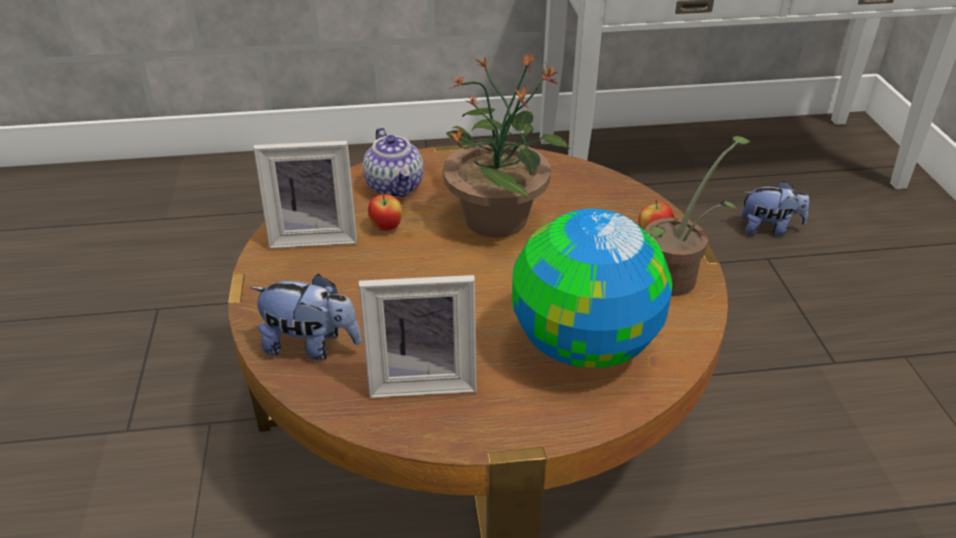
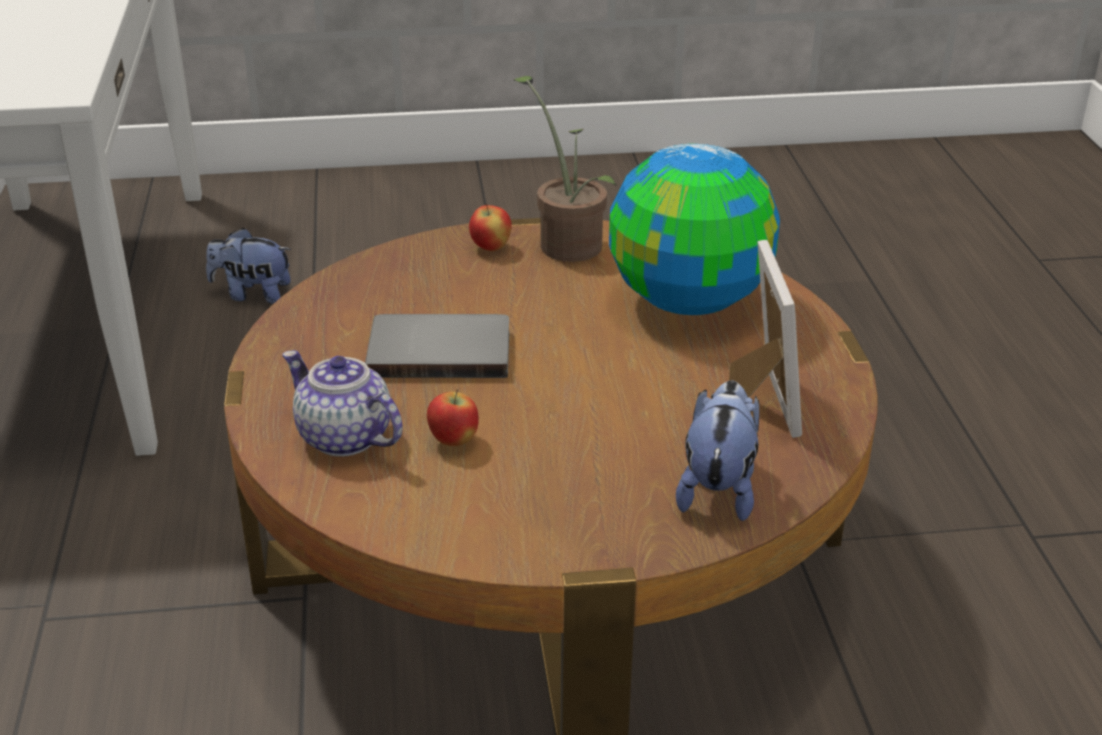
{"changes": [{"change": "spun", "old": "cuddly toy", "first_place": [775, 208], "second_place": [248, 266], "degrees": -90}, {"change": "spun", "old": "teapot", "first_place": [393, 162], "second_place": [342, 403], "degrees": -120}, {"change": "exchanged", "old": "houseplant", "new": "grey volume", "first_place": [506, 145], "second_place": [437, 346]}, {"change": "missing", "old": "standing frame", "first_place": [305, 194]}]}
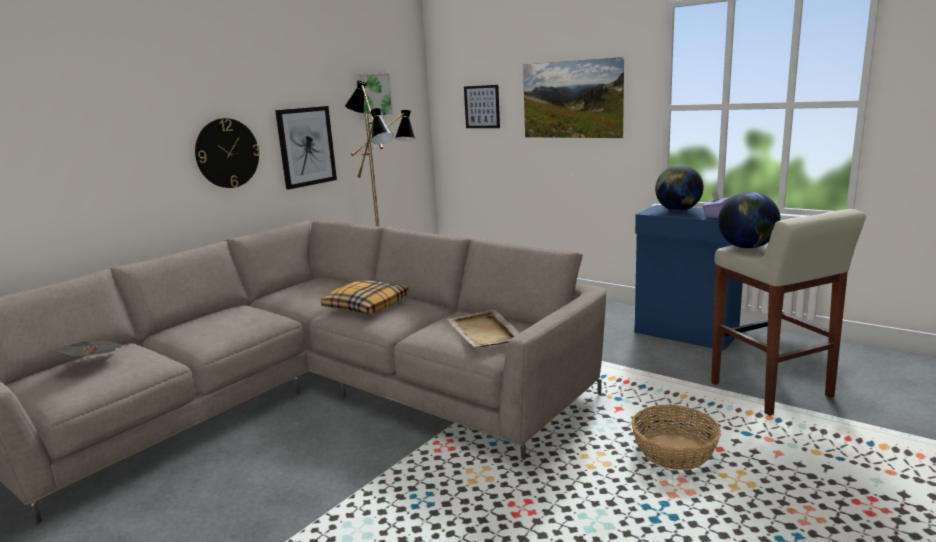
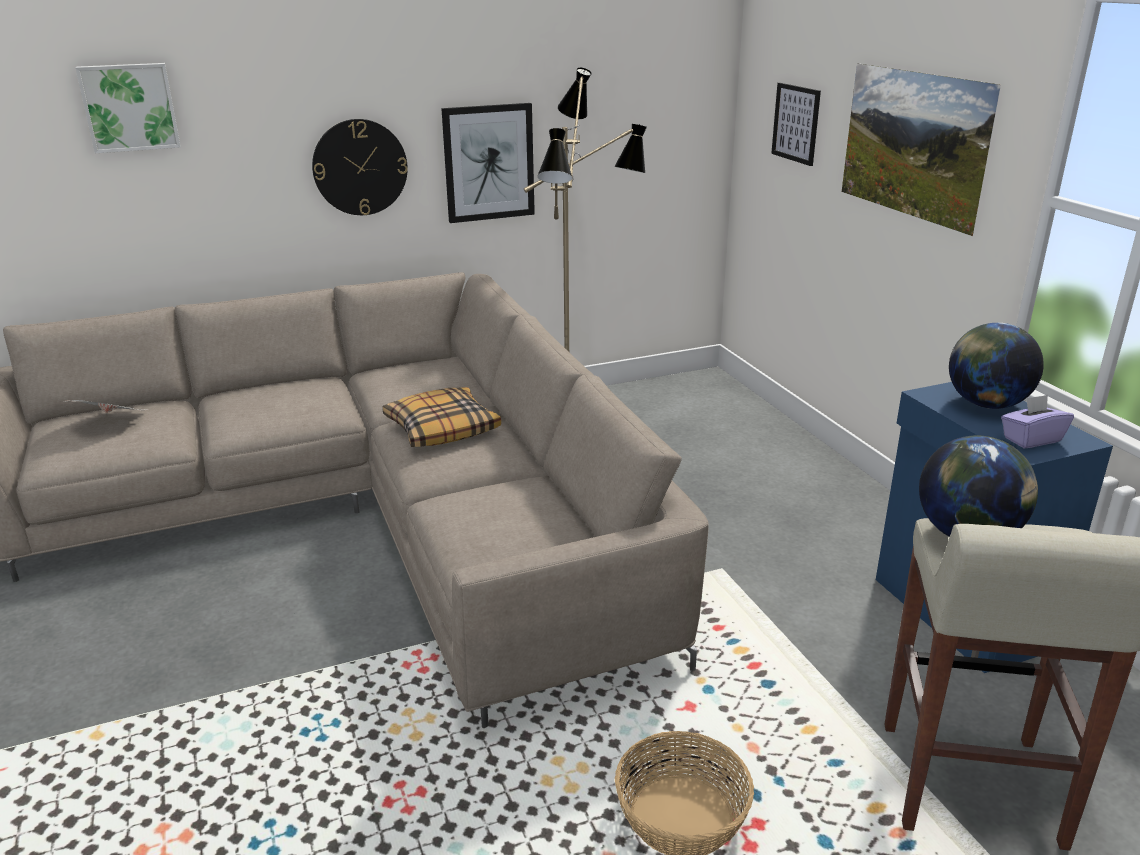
{"changes": [{"change": "relocated", "old": "wall art", "first_place": [374, 96], "second_place": [128, 108]}, {"change": "missing", "old": "beige serving tray", "first_place": [483, 328]}]}
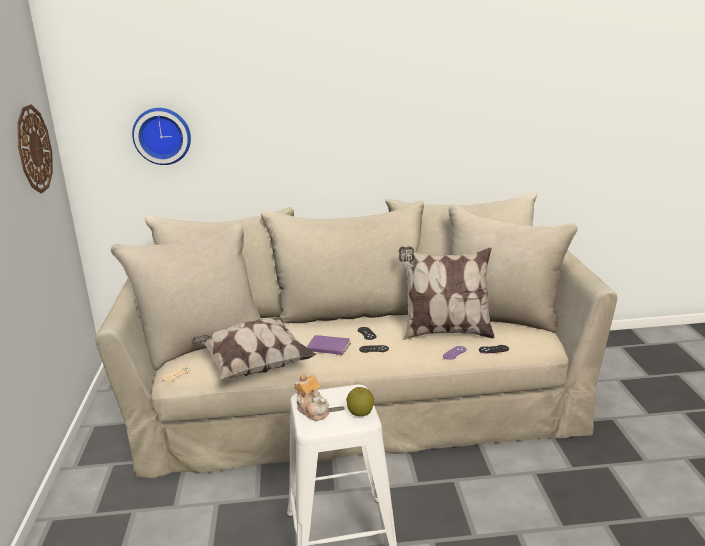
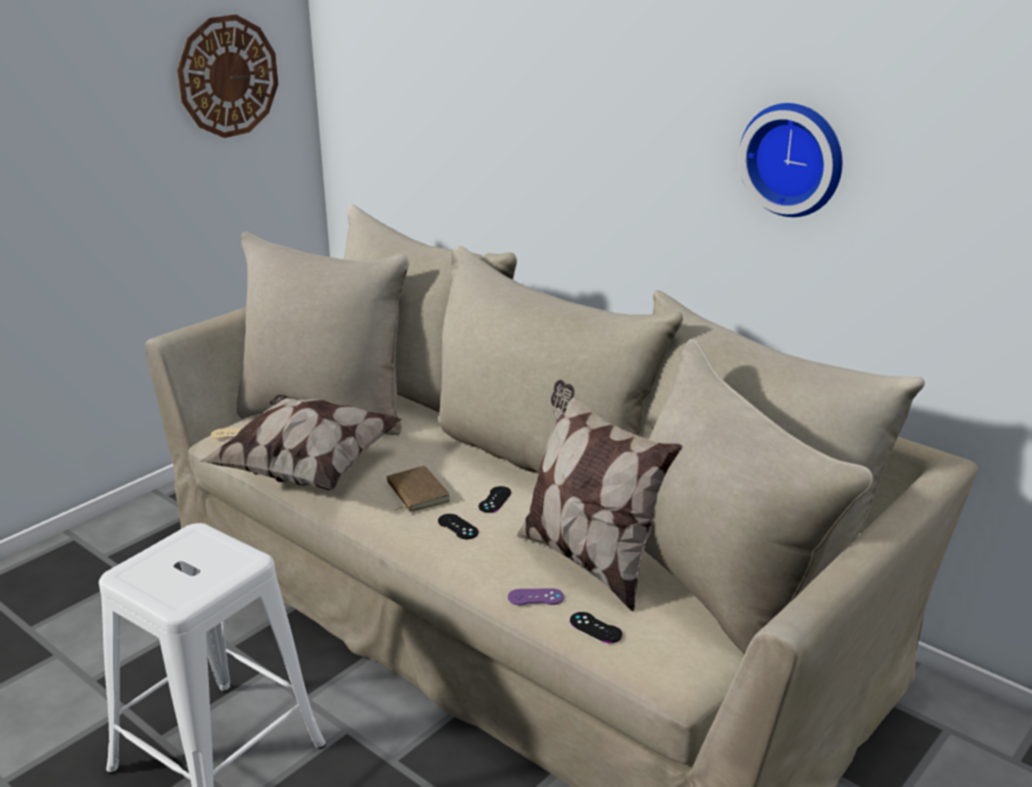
{"changes": [{"change": "colour", "old": "purple-coloured volume", "new": "brownish volume", "first_place": [329, 345], "second_place": [418, 489]}, {"change": "relocated", "old": "clock on the wall", "first_place": [161, 136], "second_place": [790, 160]}, {"change": "missing", "old": "teapot", "first_place": [311, 397]}, {"change": "missing", "old": "apple fruit", "first_place": [360, 401]}]}
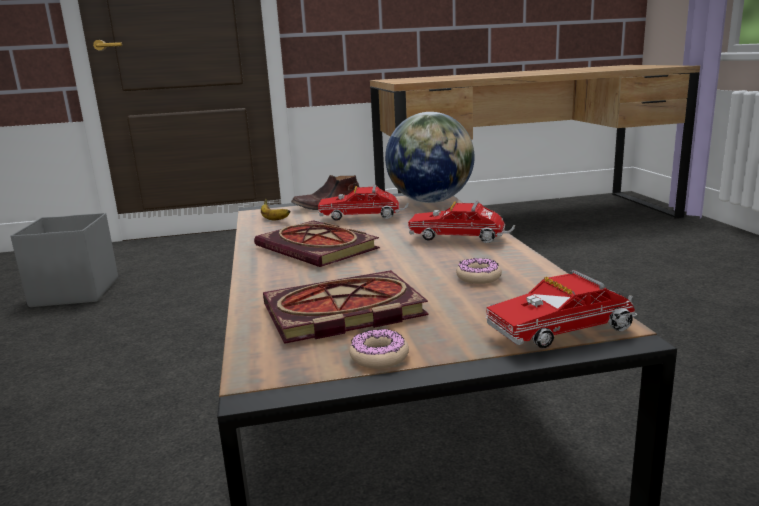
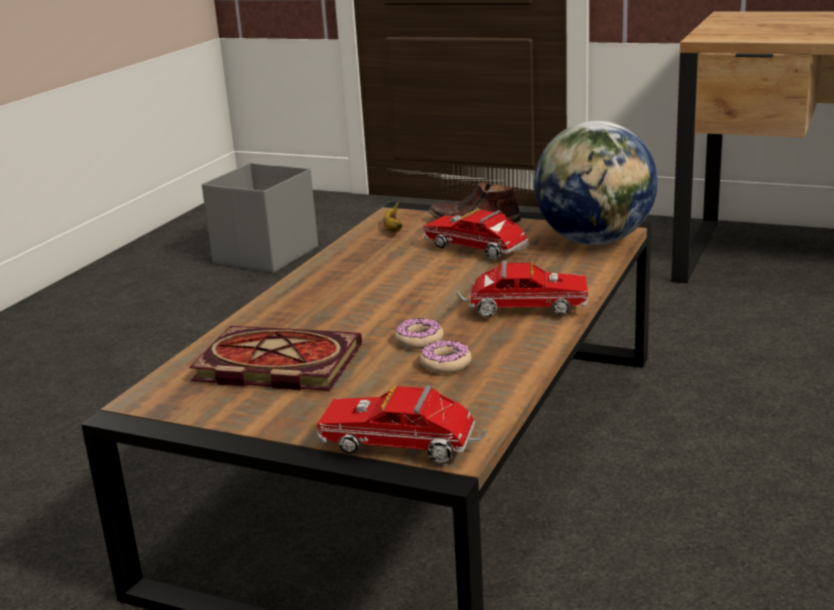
{"changes": [{"change": "relocated", "old": "donut", "first_place": [379, 349], "second_place": [419, 333]}, {"change": "spun", "old": "toy lorry", "first_place": [461, 222], "second_place": [522, 288], "degrees": 135}, {"change": "missing", "old": "volume", "first_place": [317, 243]}]}
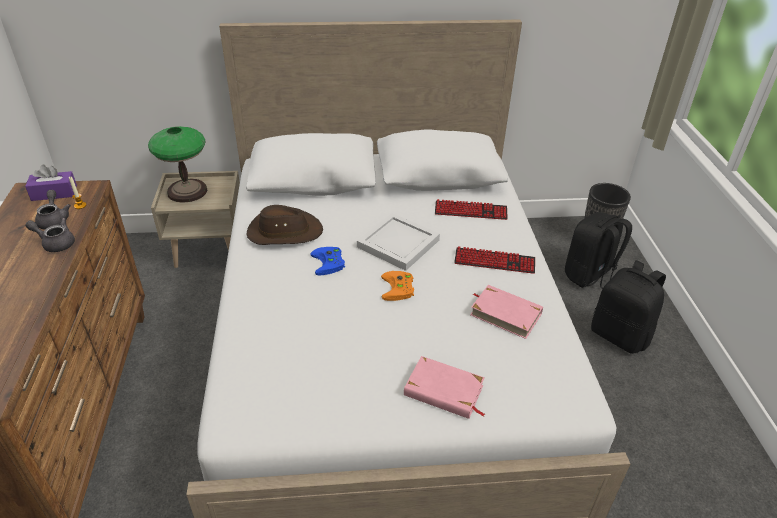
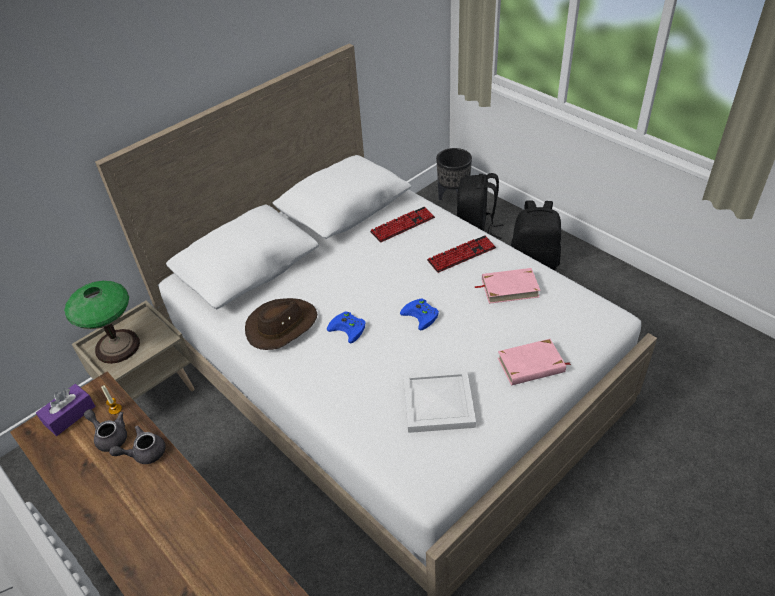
{"changes": [{"change": "colour", "old": "orangey gamepad", "new": "blue-coloured gamepad", "first_place": [397, 286], "second_place": [419, 314]}, {"change": "relocated", "old": "white-coloured serving tray", "first_place": [398, 242], "second_place": [439, 401]}]}
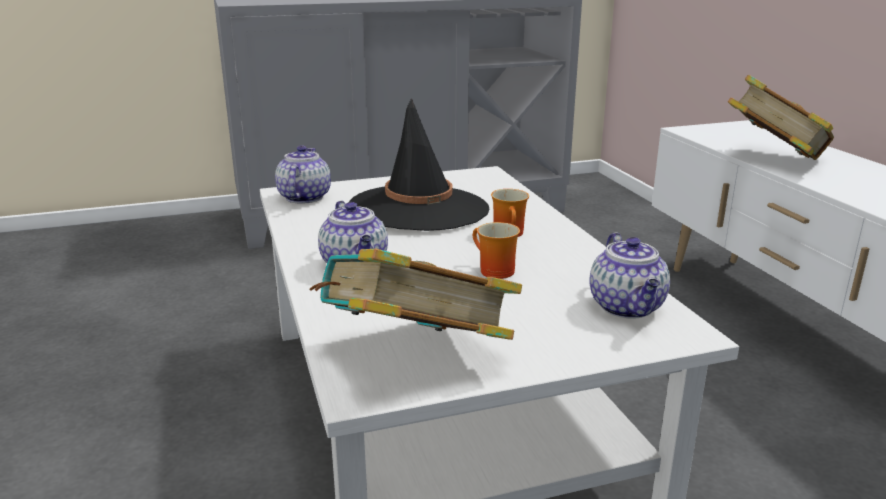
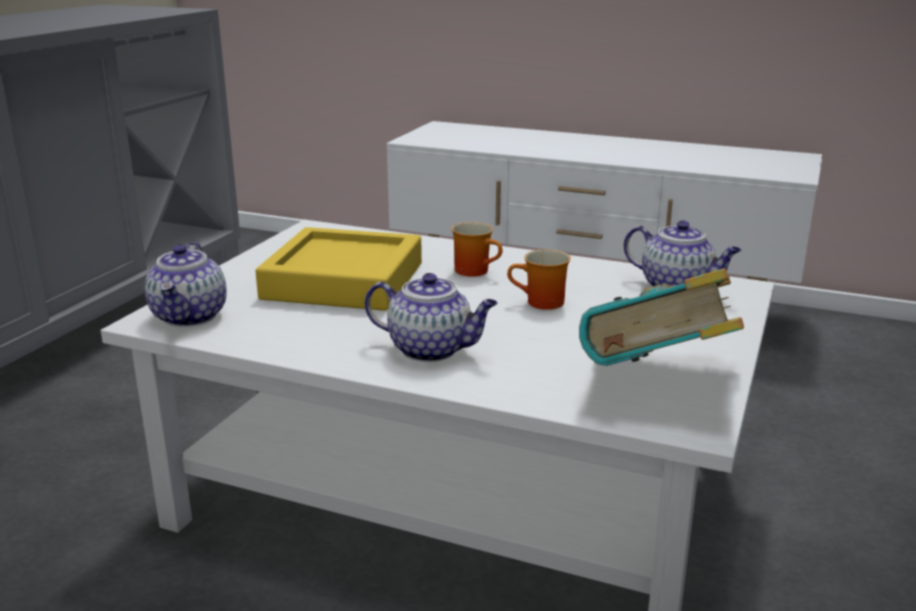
{"changes": [{"change": "spun", "old": "teapot", "first_place": [303, 174], "second_place": [185, 284], "degrees": -135}, {"change": "exchanged", "old": "black-coloured clothing hat", "new": "yellow serving tray", "first_place": [419, 164], "second_place": [339, 269]}, {"change": "missing", "old": "volume", "first_place": [781, 117]}]}
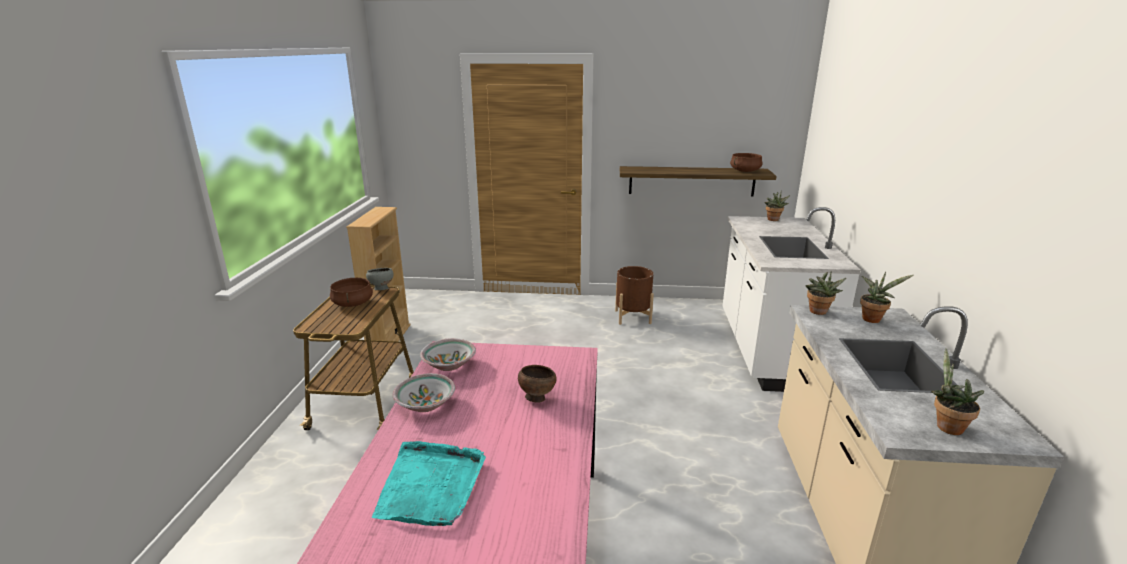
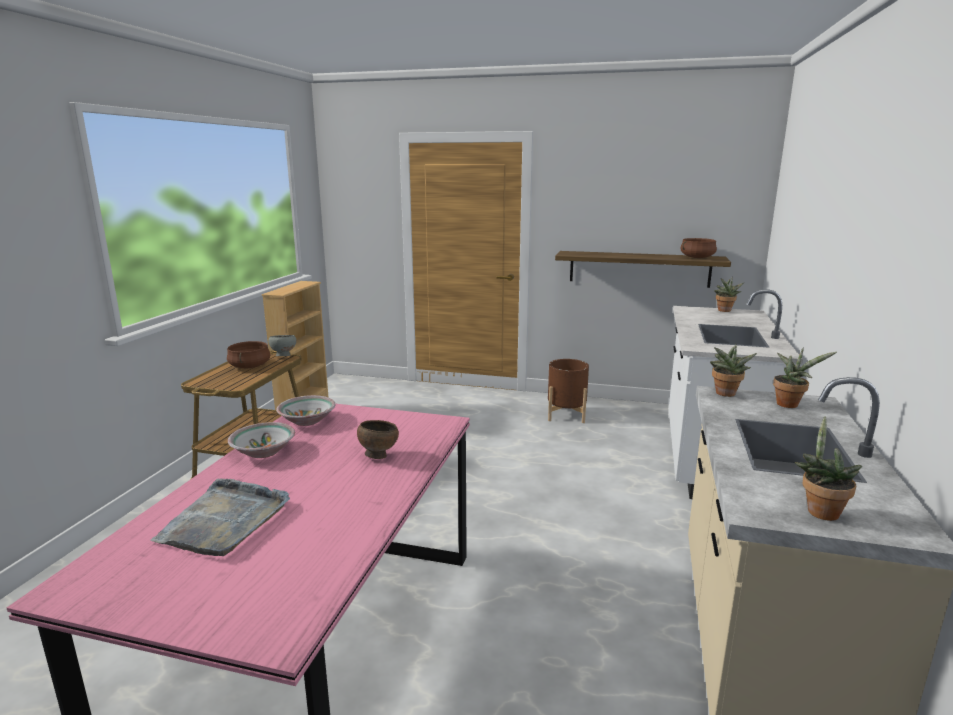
{"changes": [{"change": "colour", "old": "turquoise-coloured serving tray", "new": "grey serving tray", "first_place": [429, 483], "second_place": [220, 517]}]}
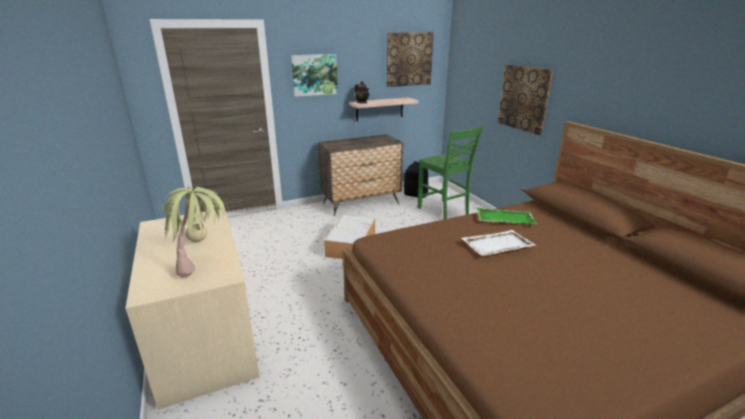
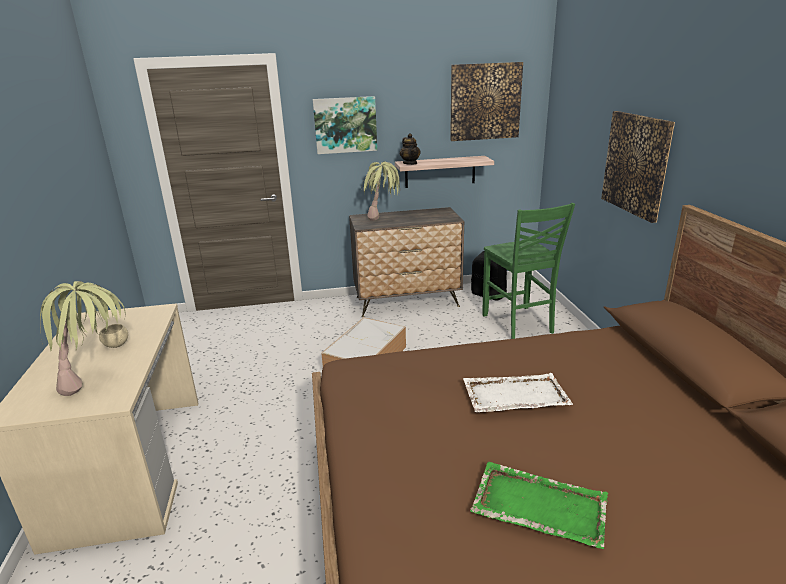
{"changes": [{"change": "appeared", "new": "houseplant", "second_place": [381, 191]}, {"change": "relocated", "old": "greenish serving tray", "first_place": [506, 216], "second_place": [539, 505]}]}
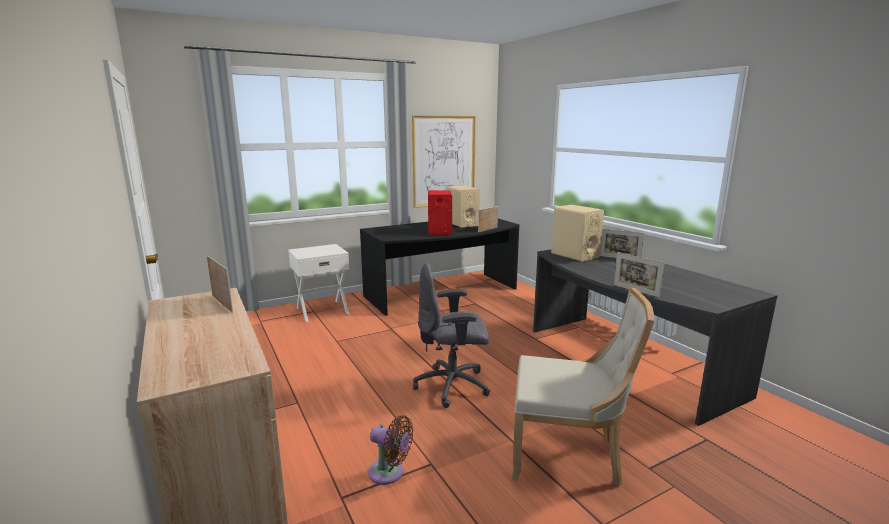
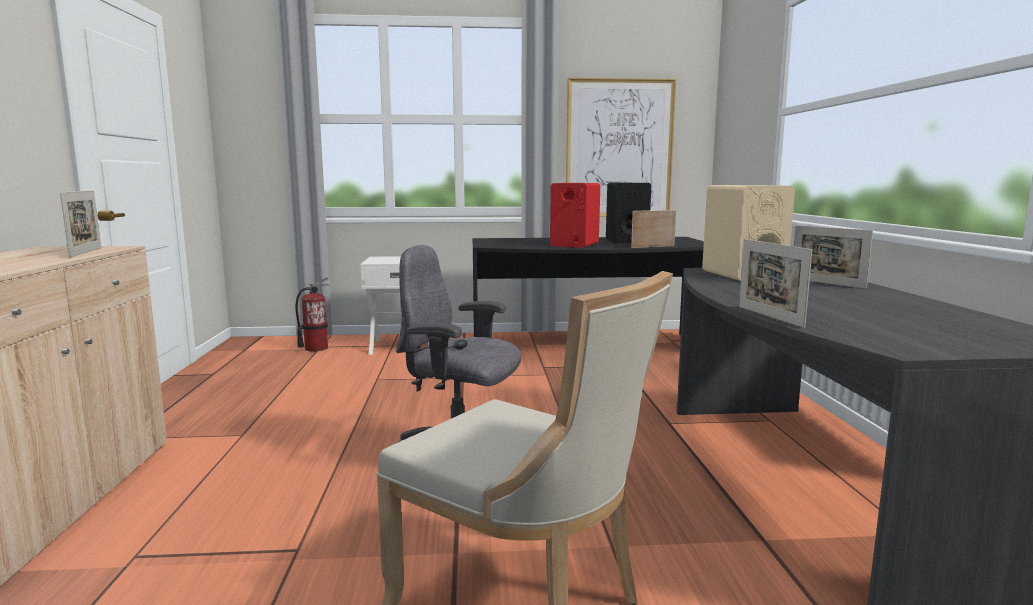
{"changes": [{"change": "appeared", "new": "fire-fighting cylinder", "second_place": [312, 314]}, {"change": "colour", "old": "beige audio speaker", "new": "black-coloured audio speaker", "first_place": [463, 207], "second_place": [628, 213]}, {"change": "missing", "old": "brownish cooling fan", "first_place": [390, 450]}]}
